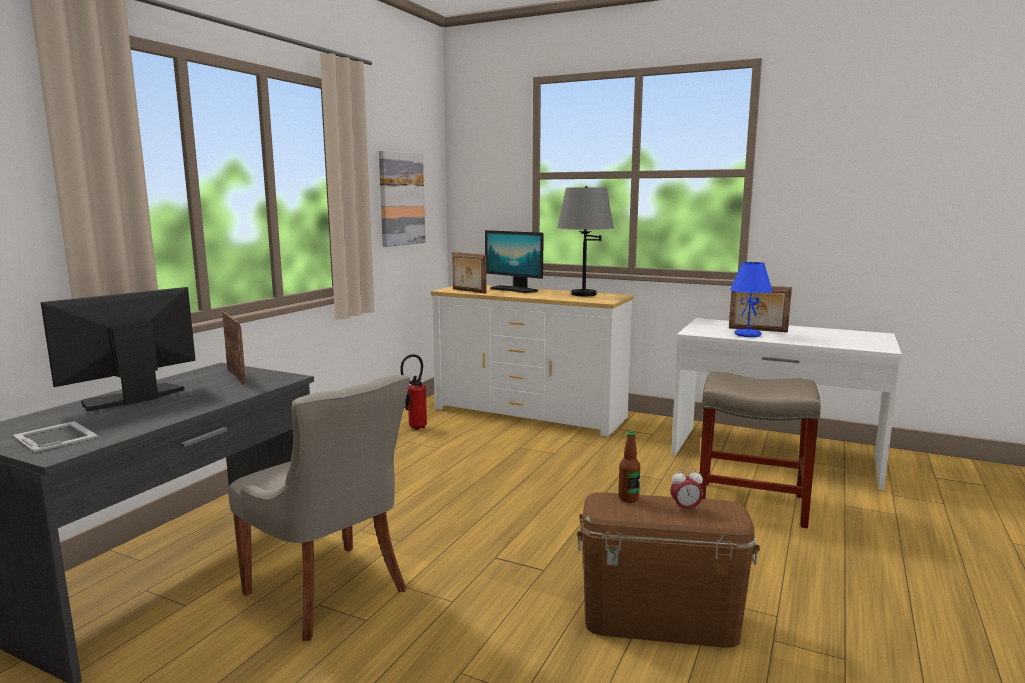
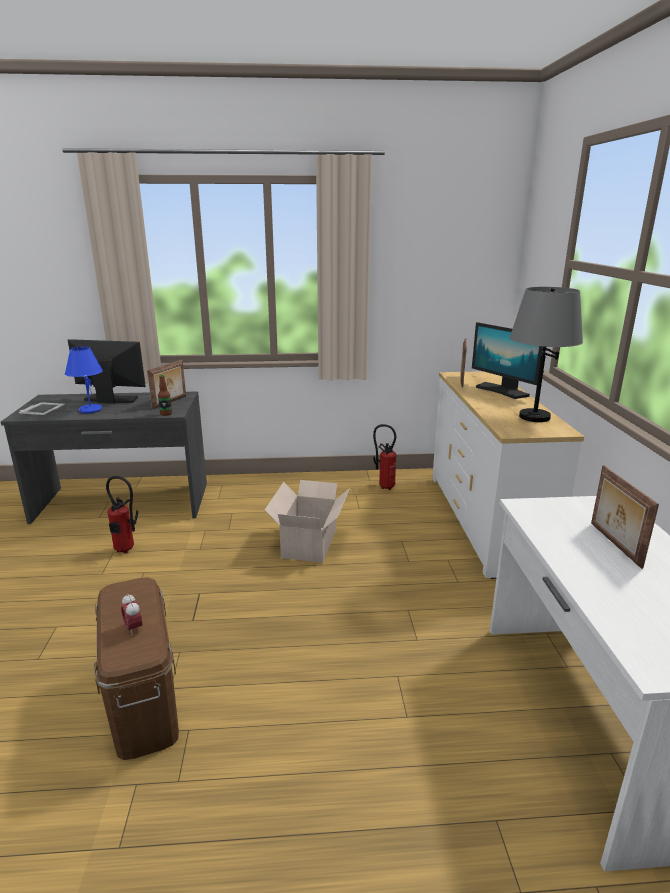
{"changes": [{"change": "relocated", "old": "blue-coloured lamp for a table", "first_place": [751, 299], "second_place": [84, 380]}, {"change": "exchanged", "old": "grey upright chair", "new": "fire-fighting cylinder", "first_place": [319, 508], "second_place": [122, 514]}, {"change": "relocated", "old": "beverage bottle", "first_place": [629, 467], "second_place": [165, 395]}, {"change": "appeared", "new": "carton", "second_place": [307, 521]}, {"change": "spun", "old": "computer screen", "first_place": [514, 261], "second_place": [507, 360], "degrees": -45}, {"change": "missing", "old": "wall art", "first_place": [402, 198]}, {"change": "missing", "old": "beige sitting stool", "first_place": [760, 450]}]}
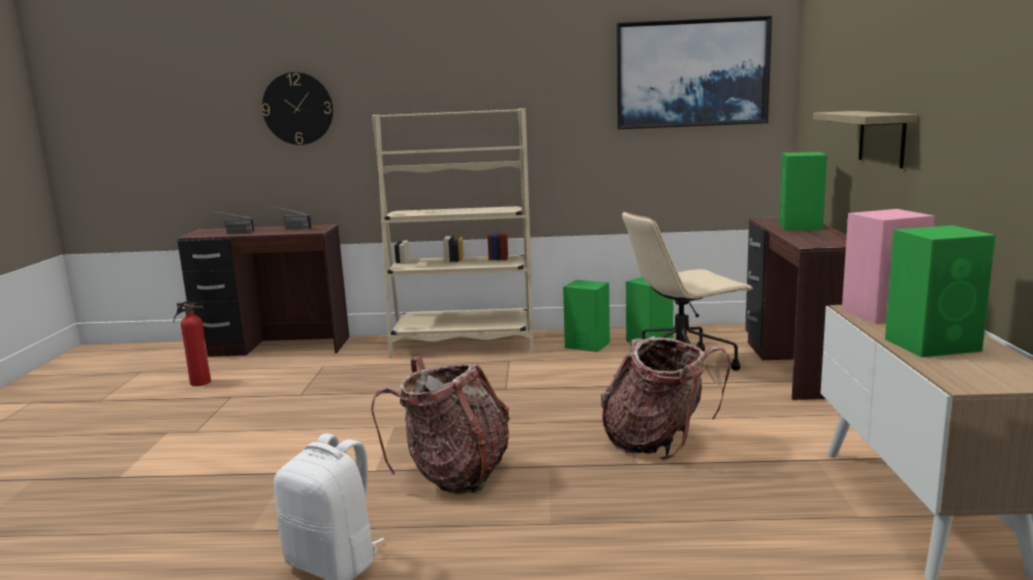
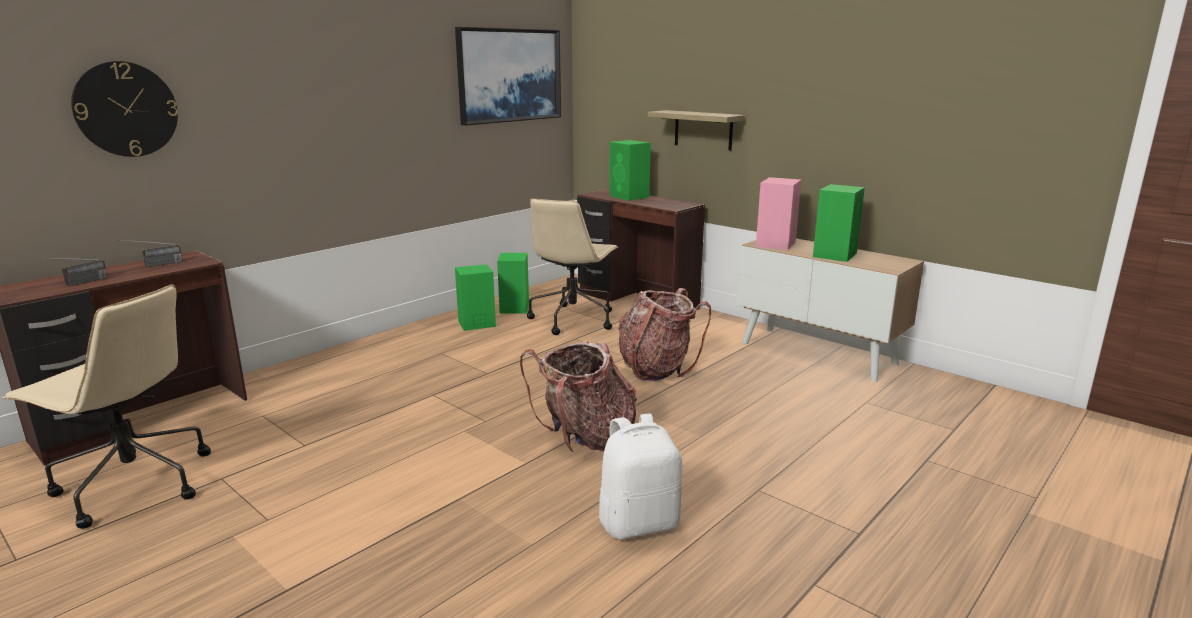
{"changes": [{"change": "exchanged", "old": "fire-fighting cylinder", "new": "beige office chair", "first_place": [192, 343], "second_place": [106, 406]}, {"change": "missing", "old": "beige bookcase", "first_place": [453, 233]}]}
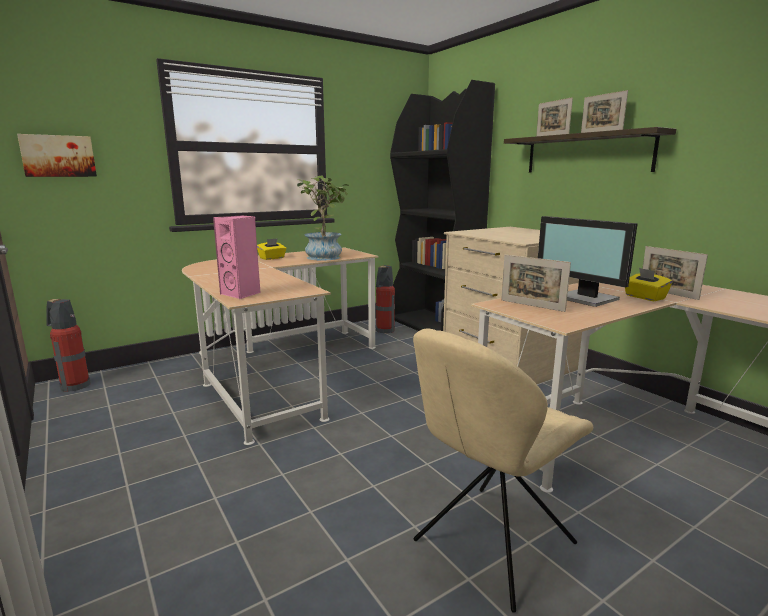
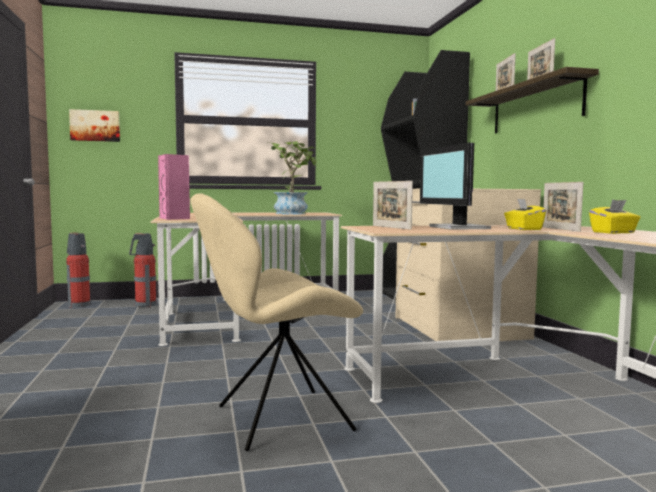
{"changes": [{"change": "relocated", "old": "fire-fighting cylinder", "first_place": [385, 299], "second_place": [143, 270]}, {"change": "relocated", "old": "yellow box of tissues", "first_place": [271, 249], "second_place": [615, 217]}]}
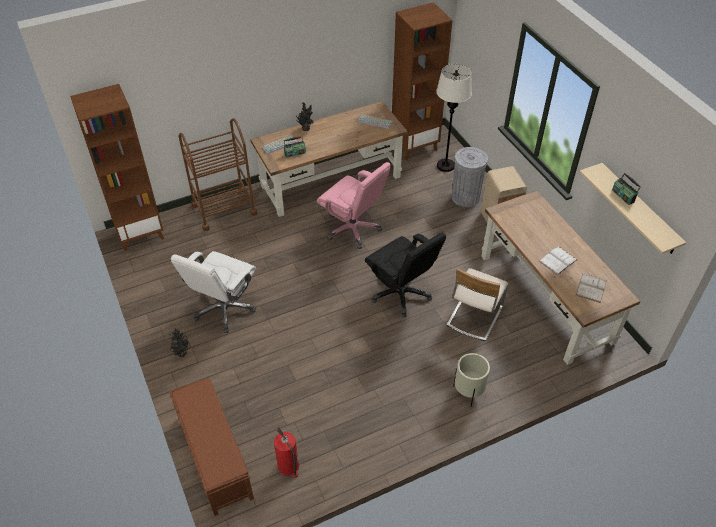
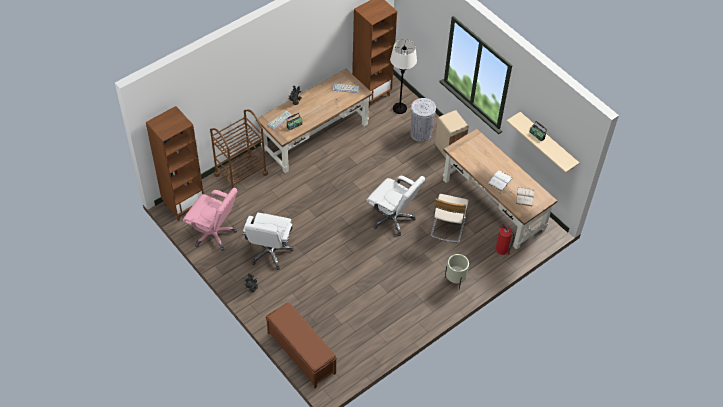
{"changes": [{"change": "relocated", "old": "pink office chair", "first_place": [354, 205], "second_place": [210, 219]}, {"change": "colour", "old": "black-coloured office chair", "new": "white-coloured office chair", "first_place": [405, 275], "second_place": [395, 206]}, {"change": "relocated", "old": "fire-fighting cylinder", "first_place": [286, 452], "second_place": [504, 239]}]}
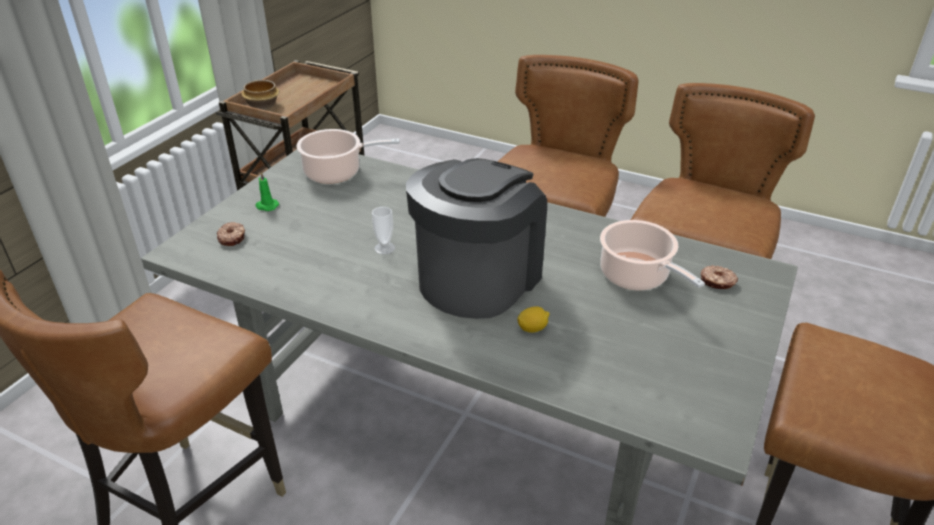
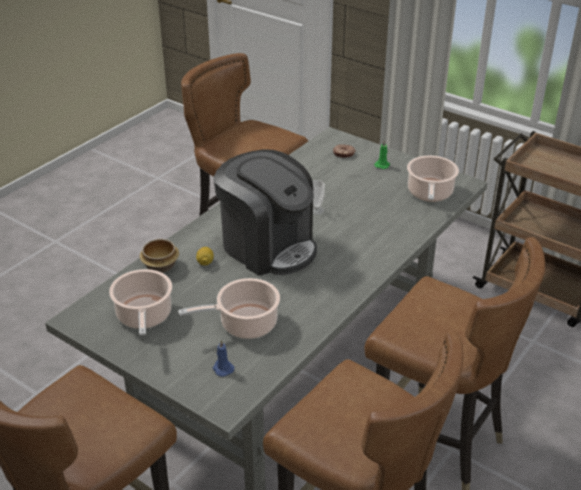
{"changes": [{"change": "appeared", "new": "stockpot", "second_place": [140, 302]}, {"change": "relocated", "old": "deep dish", "first_place": [260, 95], "second_place": [159, 256]}, {"change": "exchanged", "old": "donut", "new": "blue-coloured wax light", "first_place": [719, 277], "second_place": [223, 358]}]}
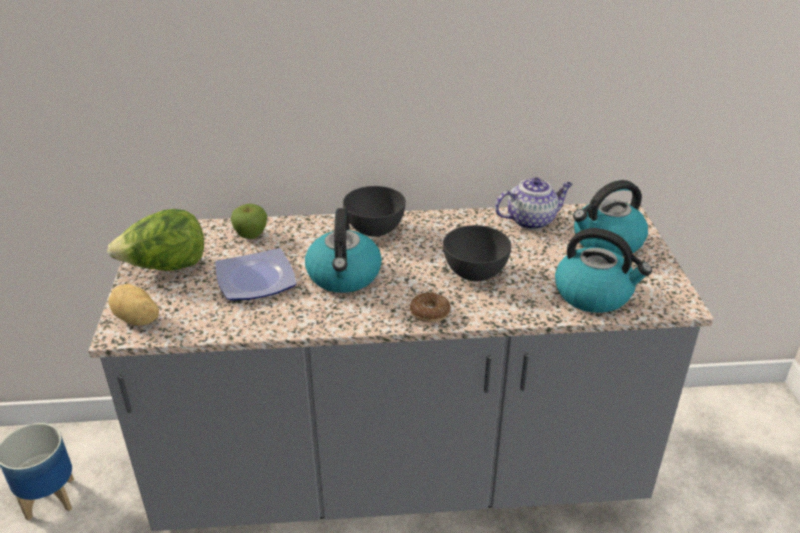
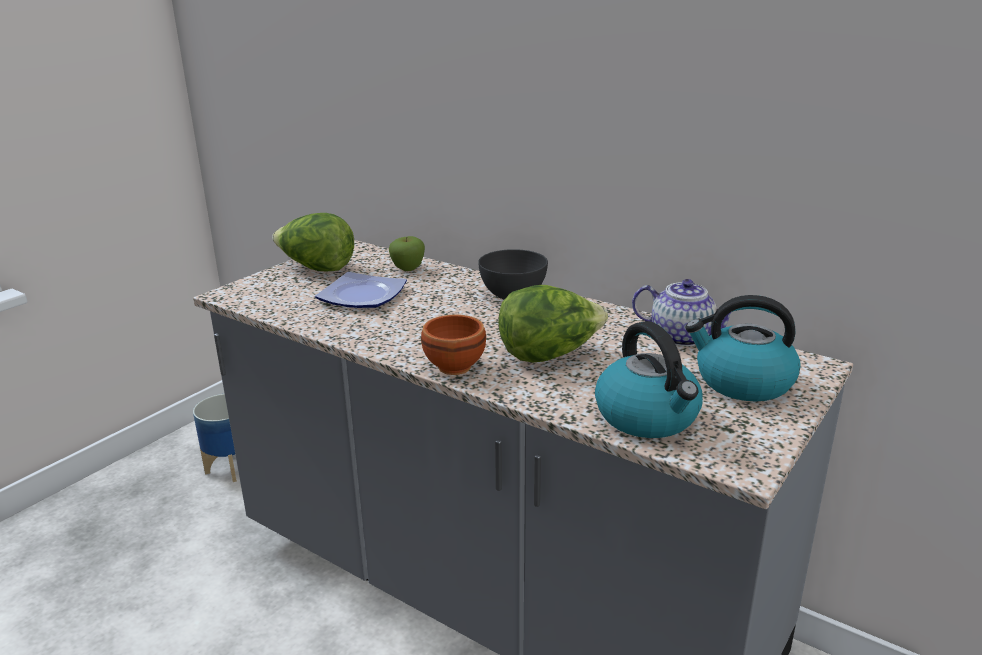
{"changes": [{"change": "exchanged", "old": "donut", "new": "brownish deep dish", "first_place": [430, 307], "second_place": [453, 345]}, {"change": "exchanged", "old": "grey deep dish", "new": "head of lettuce", "first_place": [477, 253], "second_place": [553, 323]}, {"change": "missing", "old": "whole potato", "first_place": [133, 304]}, {"change": "missing", "old": "tea kettle", "first_place": [343, 250]}]}
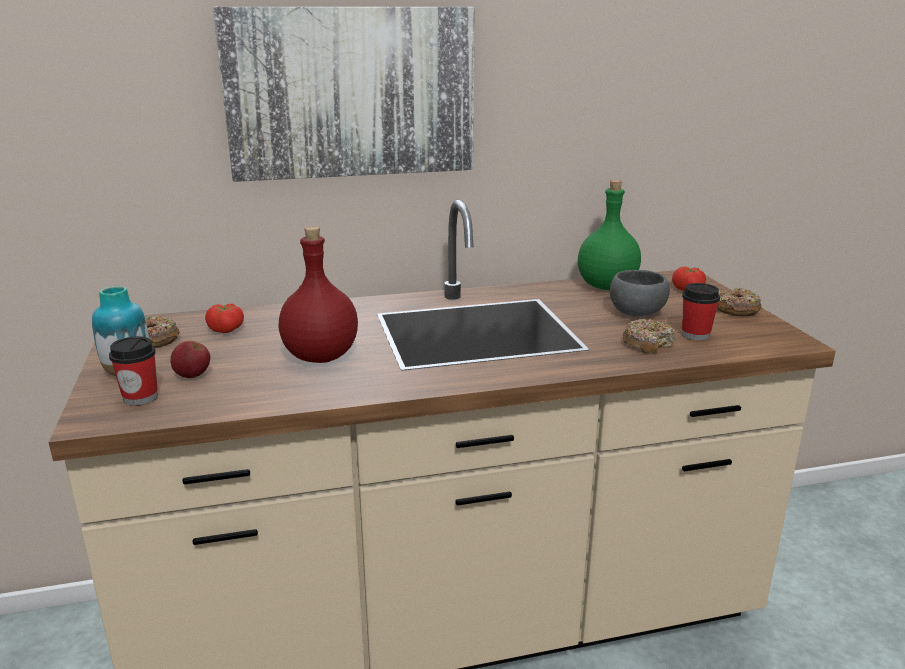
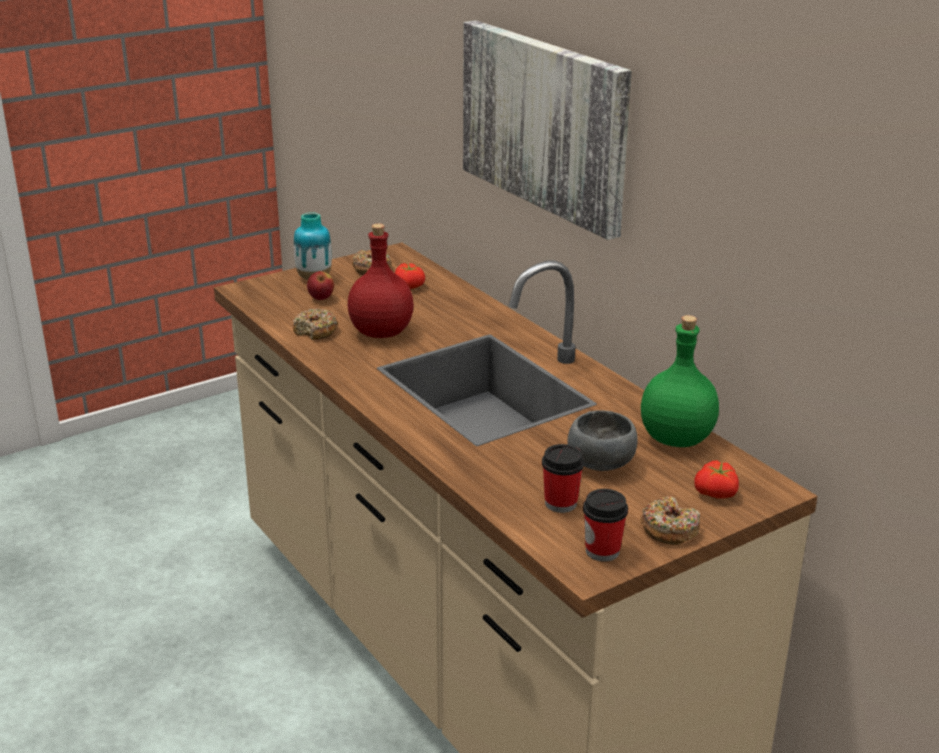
{"changes": [{"change": "relocated", "old": "donut", "first_place": [649, 336], "second_place": [315, 324]}, {"change": "relocated", "old": "drinking cup", "first_place": [133, 371], "second_place": [605, 525]}]}
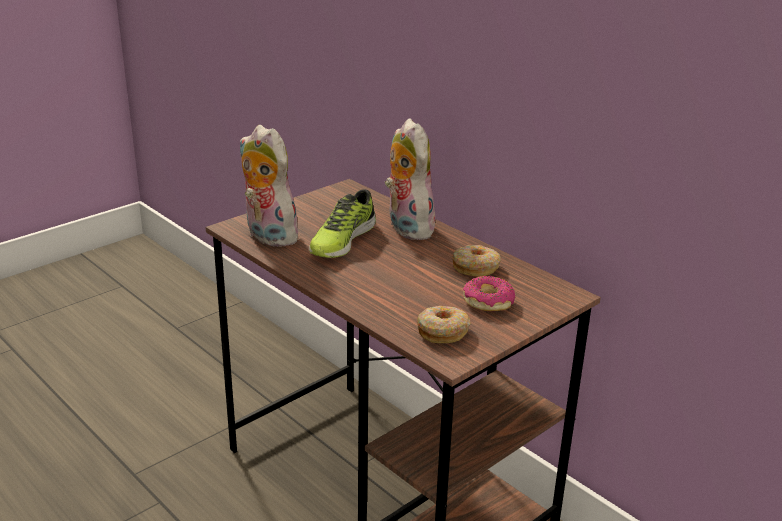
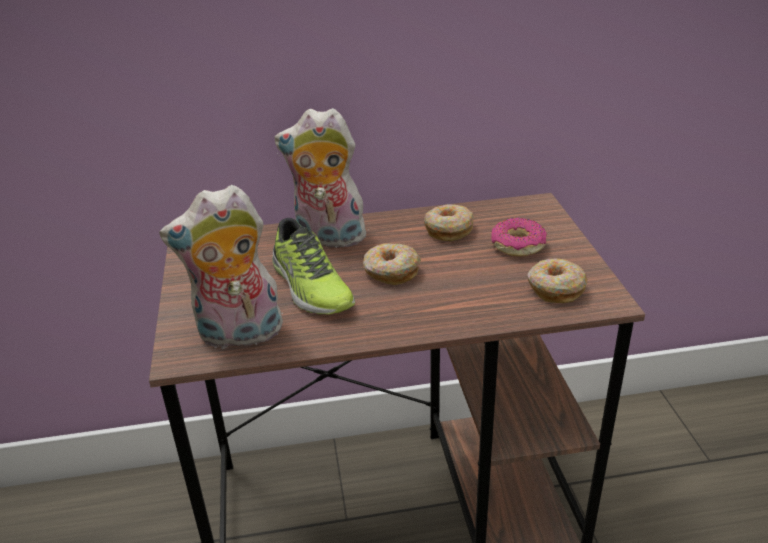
{"changes": [{"change": "appeared", "new": "donut", "second_place": [392, 264]}]}
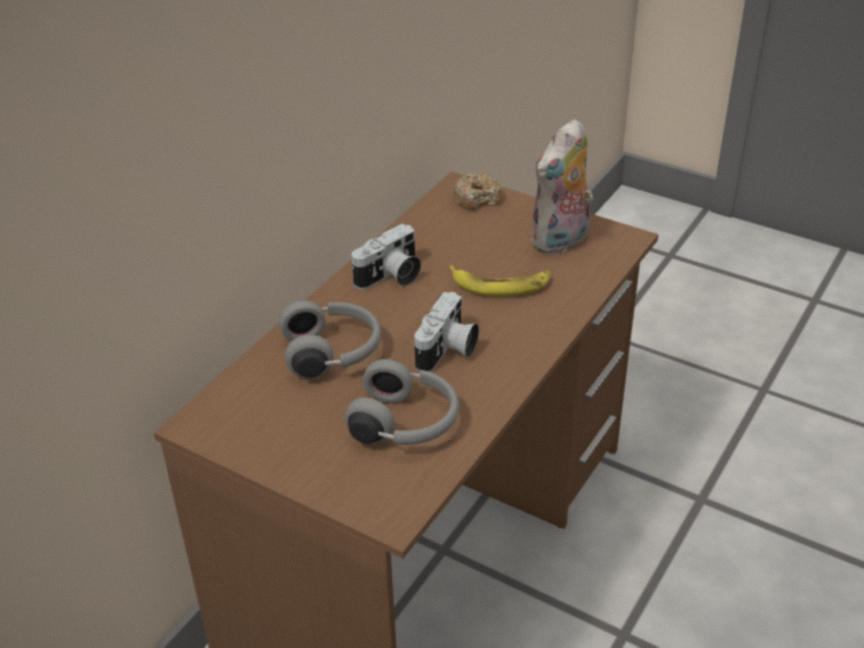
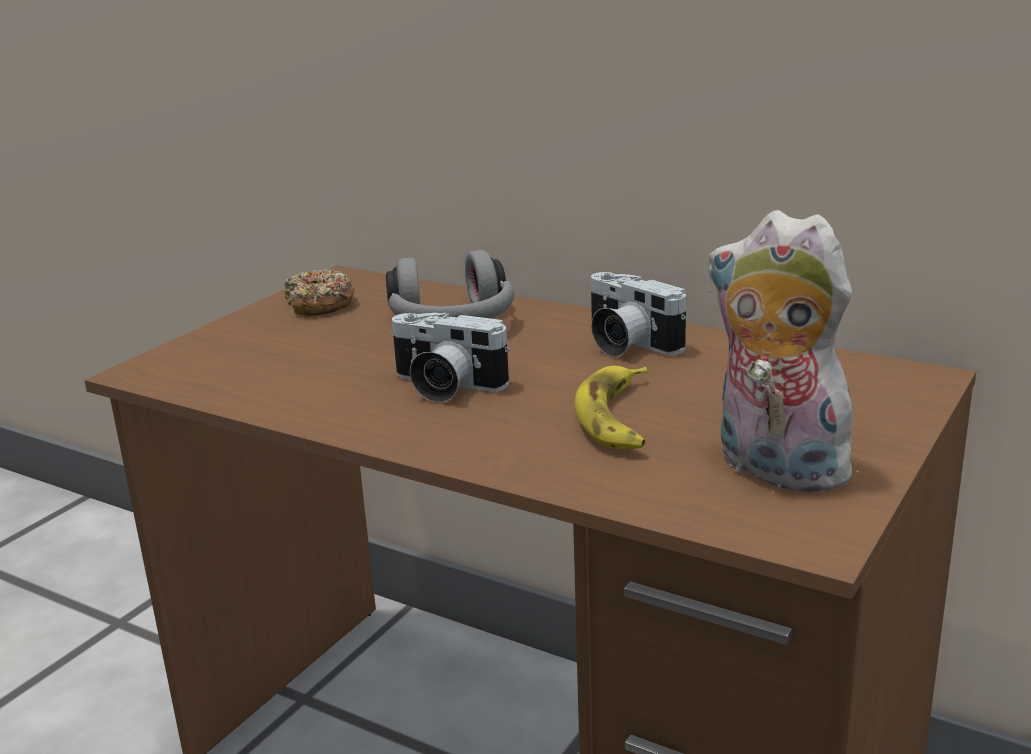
{"changes": [{"change": "relocated", "old": "donut", "first_place": [477, 191], "second_place": [319, 292]}, {"change": "missing", "old": "grey headset", "first_place": [401, 402]}]}
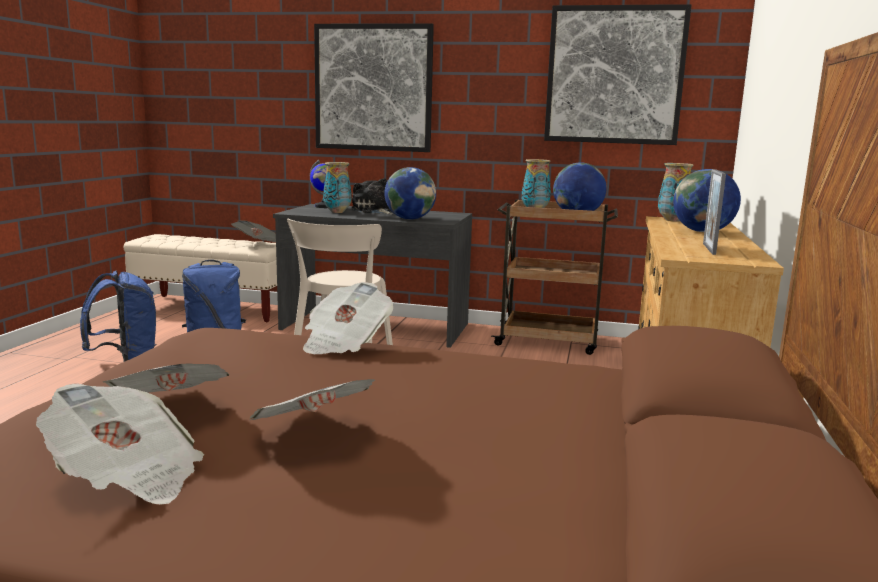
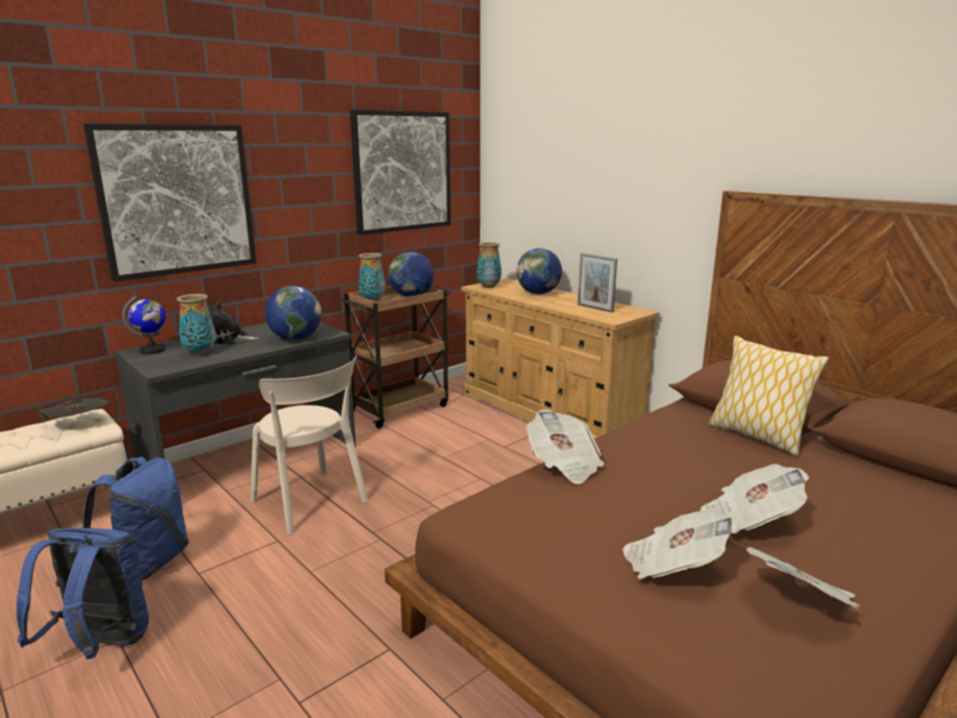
{"changes": [{"change": "appeared", "new": "cushion", "second_place": [769, 396]}]}
